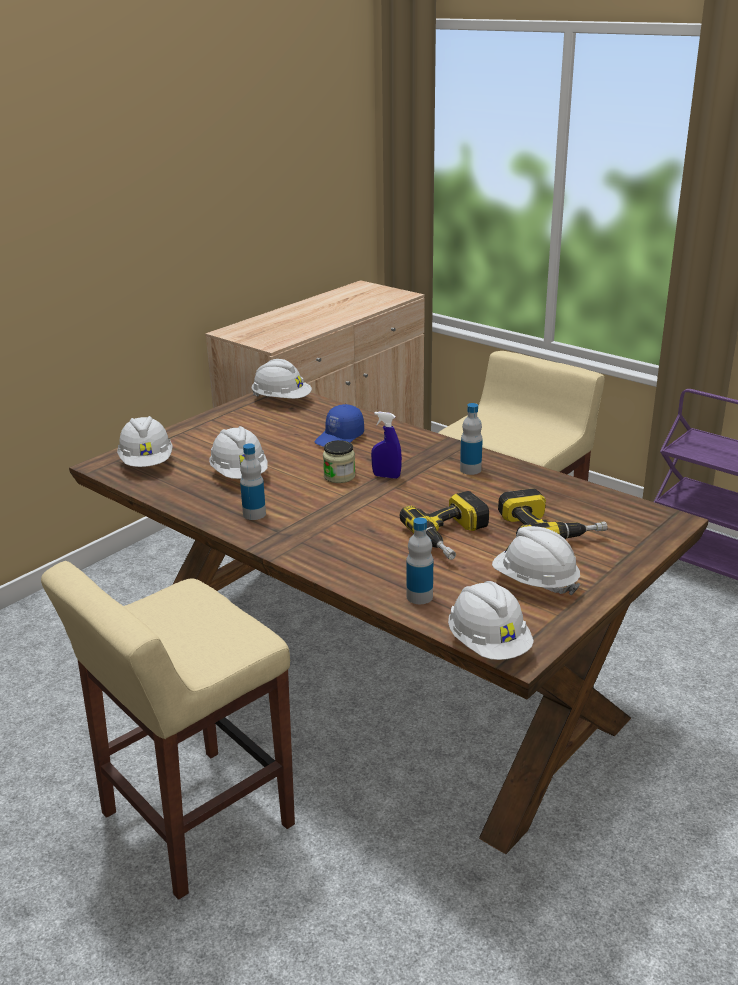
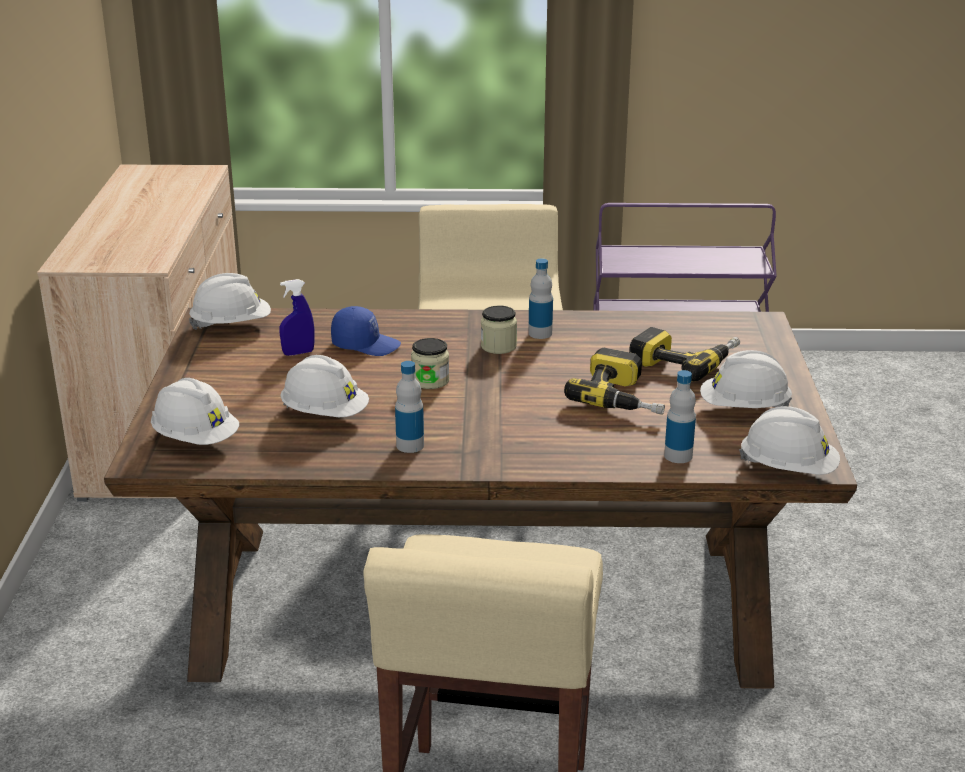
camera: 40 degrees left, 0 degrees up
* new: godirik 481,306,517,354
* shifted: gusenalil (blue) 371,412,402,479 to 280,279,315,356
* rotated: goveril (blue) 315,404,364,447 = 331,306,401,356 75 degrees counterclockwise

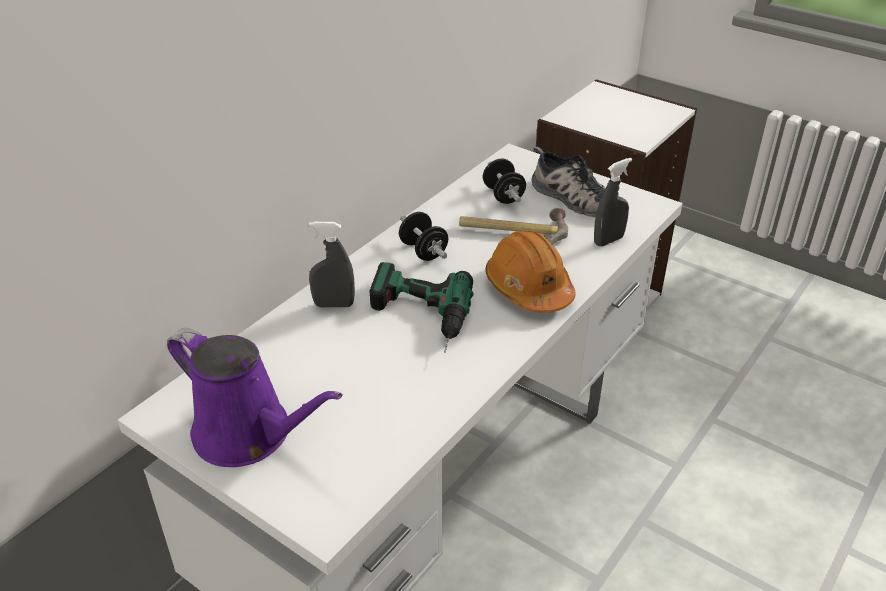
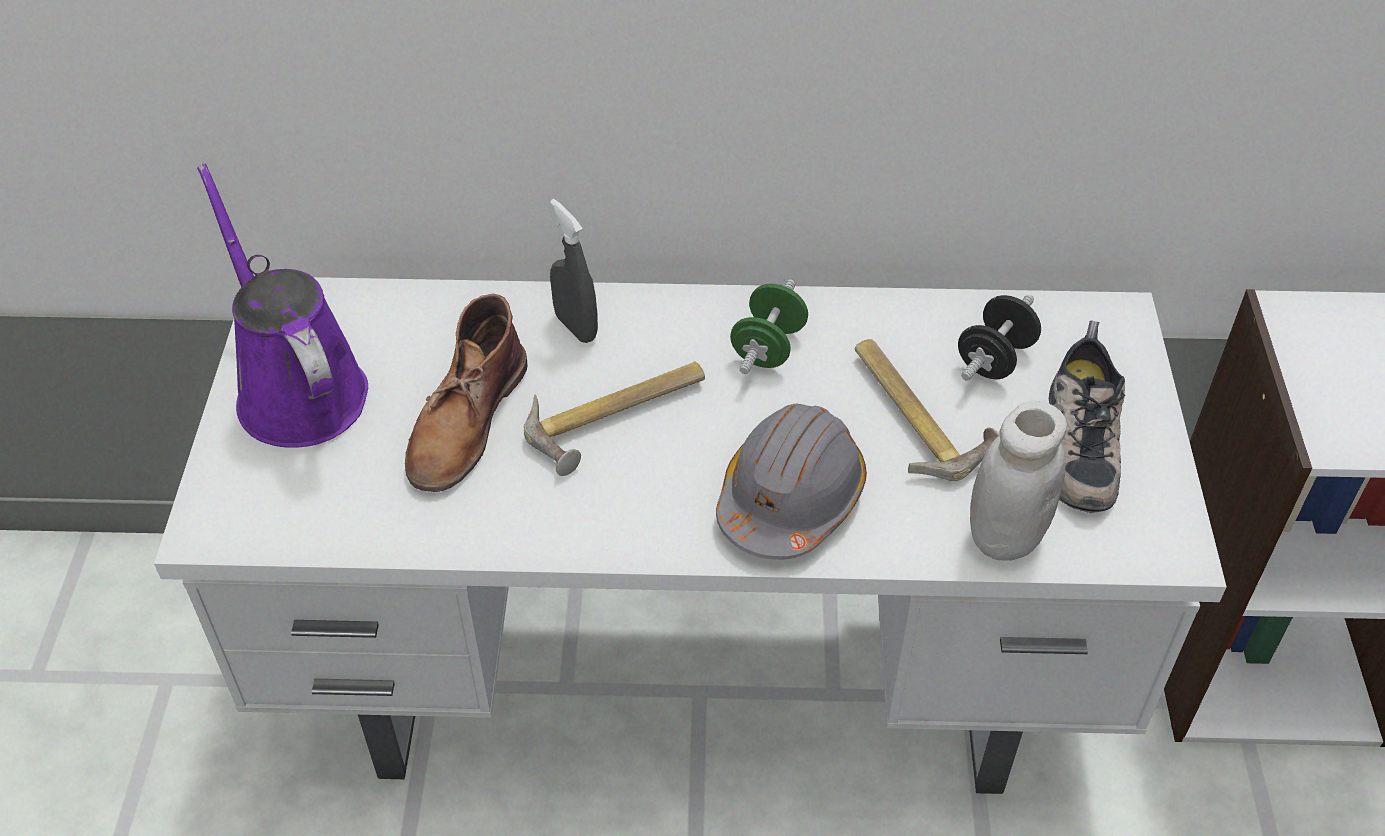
camera: 55 degrees right, 10 degrees up
* new: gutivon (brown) 405,294,528,492
* swapped: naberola 369,262,474,353 to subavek 524,361,705,476
* swapped: gusenalil (grey) 594,158,632,246 to godirik (white) 970,400,1067,561
* repainted: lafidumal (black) 399,212,448,261 to lafidumal (green) 730,279,808,374
* repainted: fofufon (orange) 486,231,576,313 to fofufon (grey) 716,404,867,560
* rotated: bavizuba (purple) 167,328,343,467 = 197,164,368,448 150 degrees clockwise

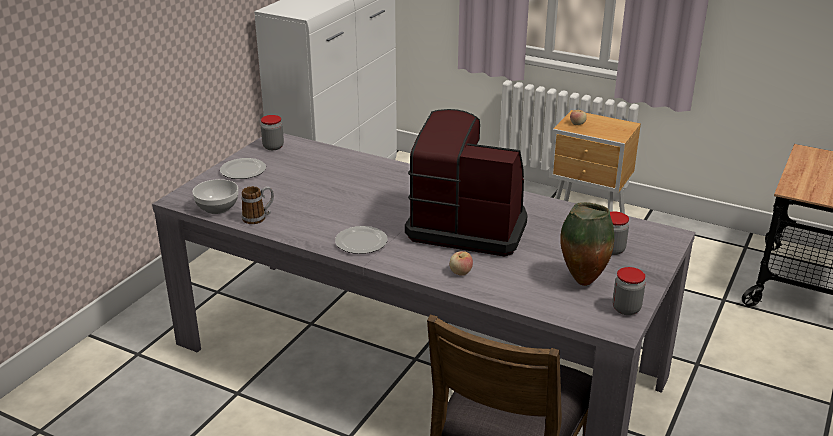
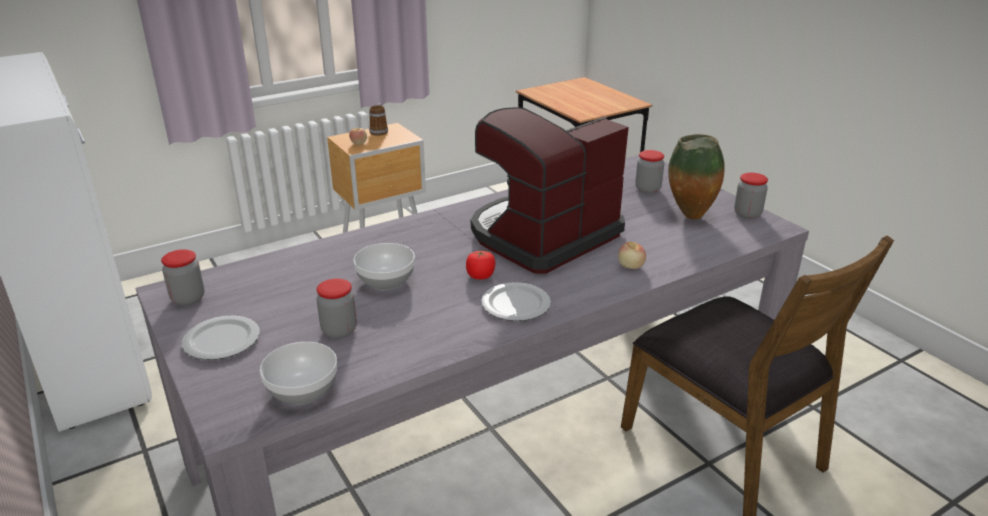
camera: 60 degrees left, 0 degrees up
* new: godirik 316,278,357,338
* new: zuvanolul 354,243,415,290
* new: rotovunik 466,250,495,280
* shifted: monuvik 241,186,274,224 to 369,103,388,136

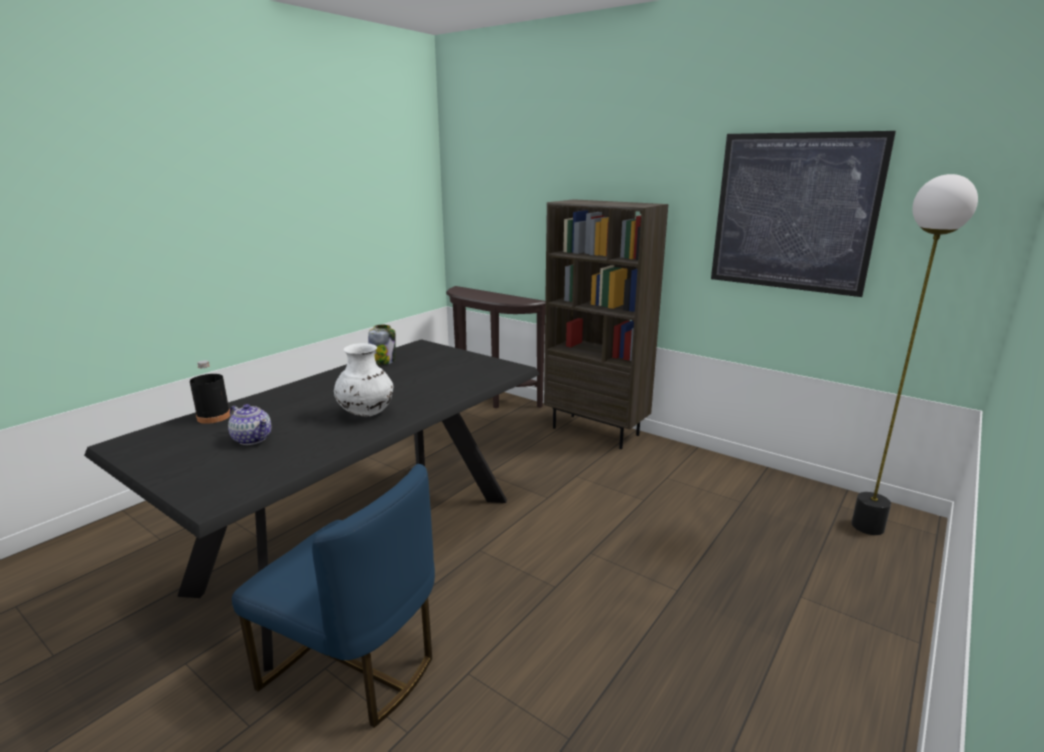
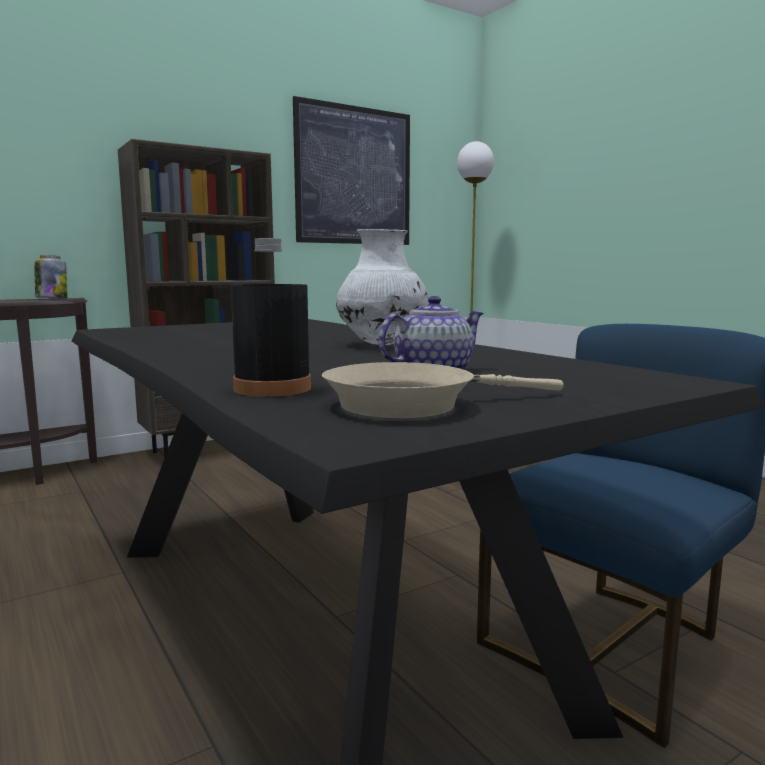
camera: 70 degrees left, 10 degrees down
* new: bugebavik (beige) 322,362,564,418
* shifted: godirik 368,325,396,365 to 34,255,67,298

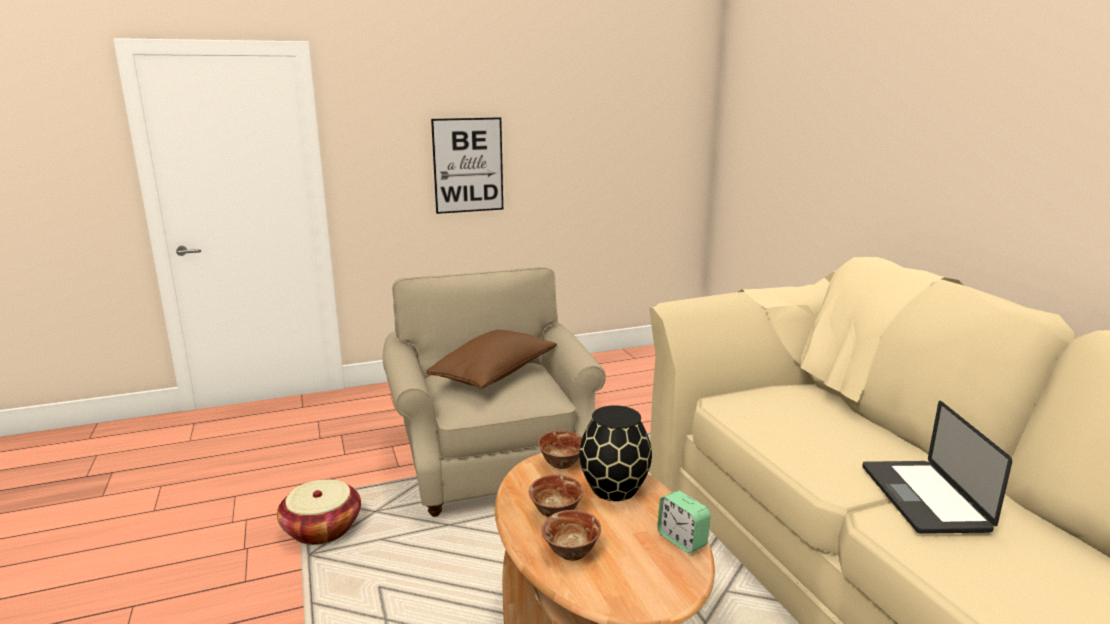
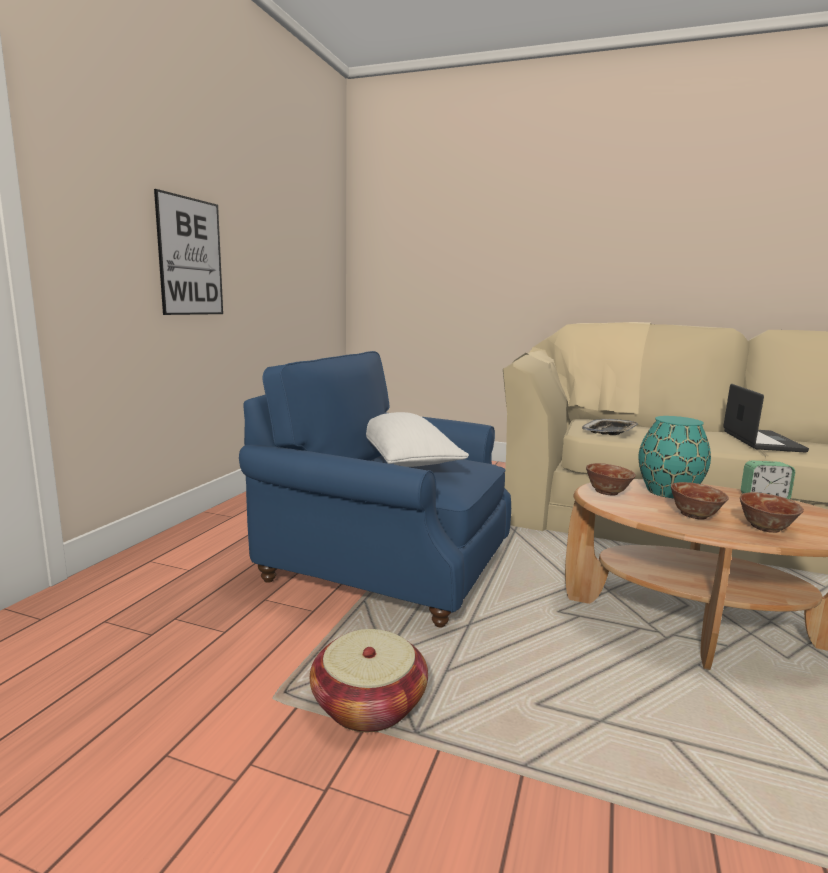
camera: 50 degrees left, 5 degrees down
* new: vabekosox 582,419,639,435
* repainted: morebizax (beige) 383,267,606,517 to morebizax (blue) 239,351,511,627
* repainted: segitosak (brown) 426,330,557,389 to segitosak (white) 366,412,469,467
* repainted: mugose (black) 579,405,652,501 to mugose (turquoise) 638,416,711,498
* rotated: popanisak 862,401,1012,534 = 723,384,809,452 120 degrees counterclockwise

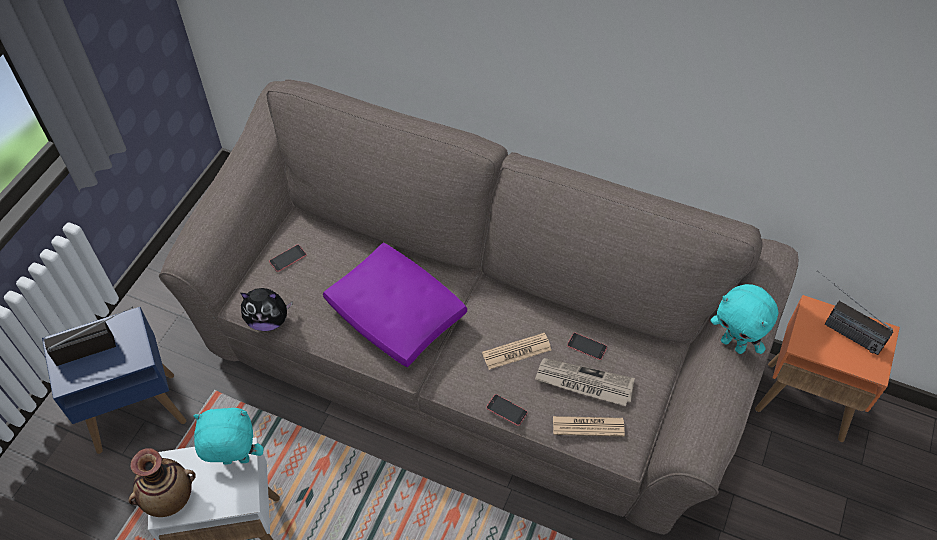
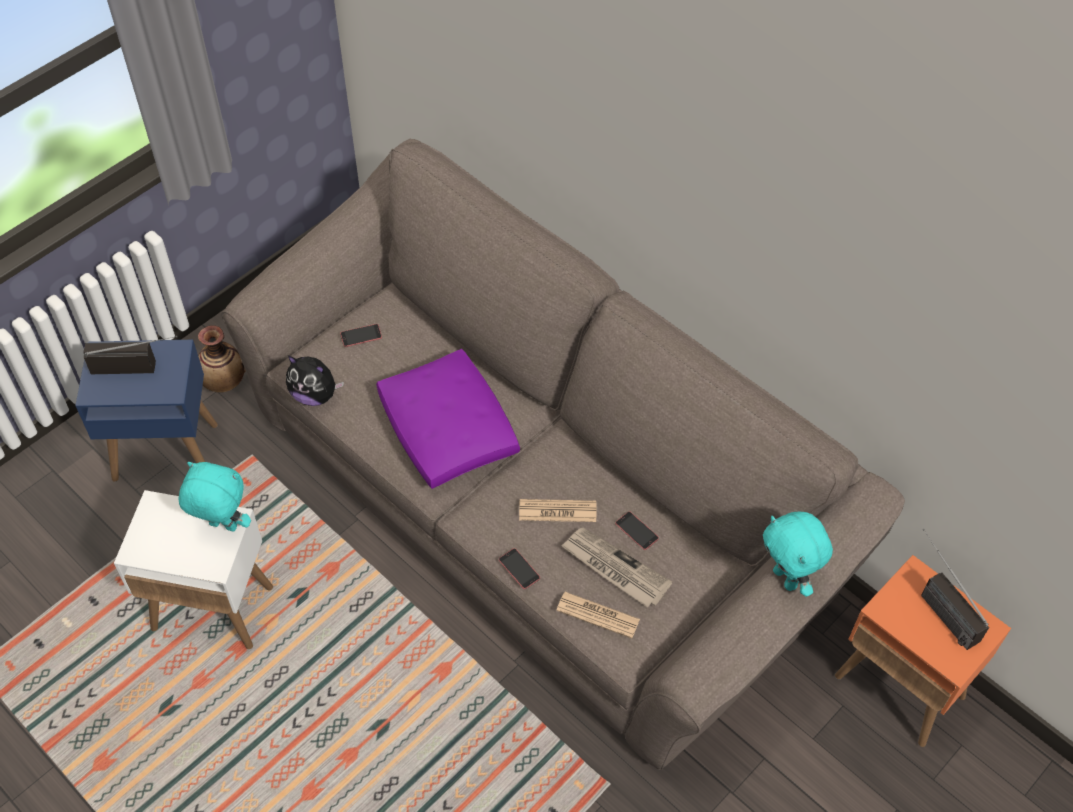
camera: 20 degrees right, 0 degrees up
* shifted: mugose 128,448,196,517 to 198,325,246,393

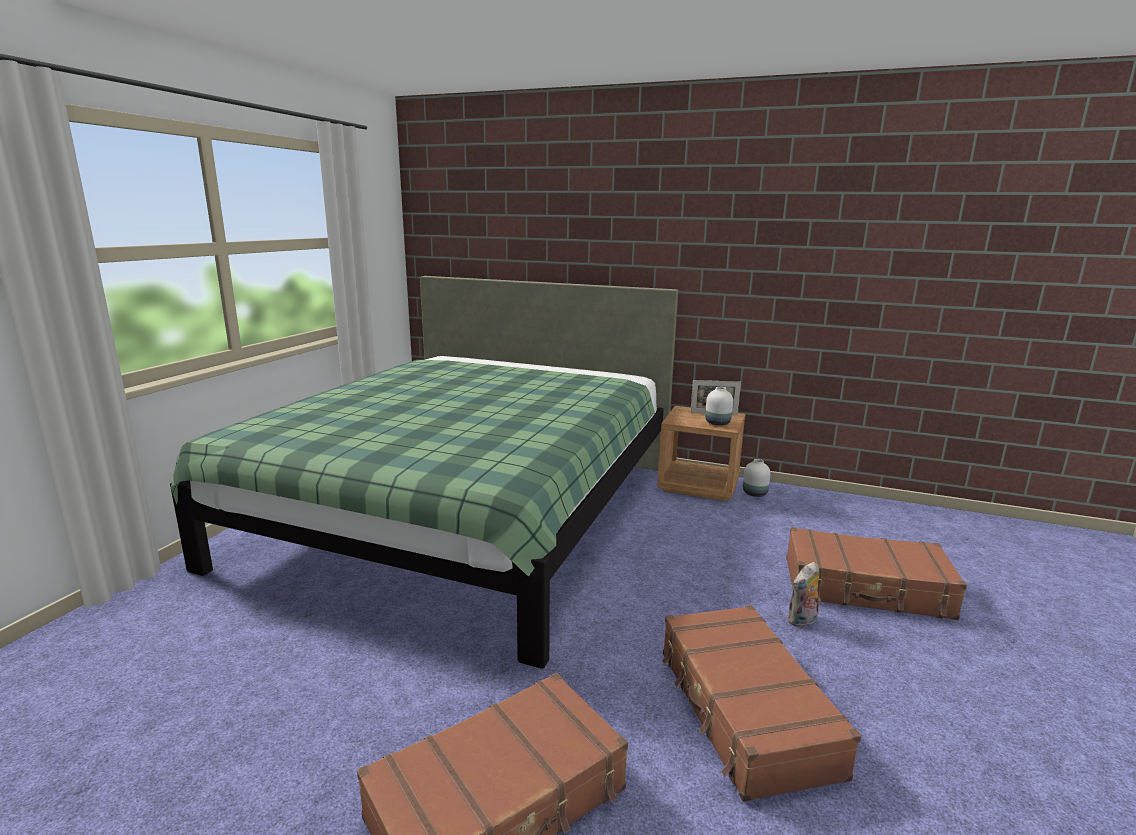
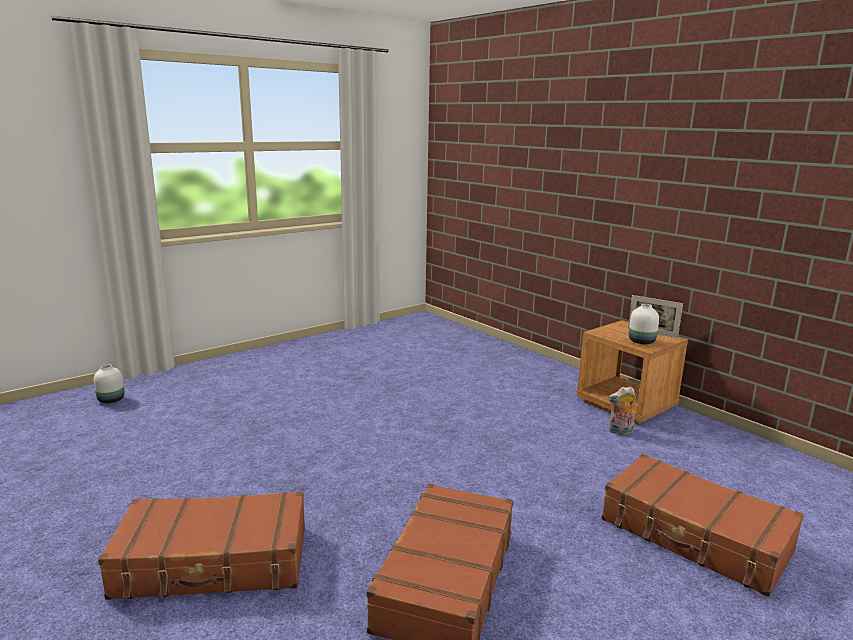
camera: 30 degrees right, 0 degrees up
* gone: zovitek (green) 170,276,678,669
* shifted: mugose (white) 743,459,771,497 to 94,364,125,403
* shifted: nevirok 787,562,821,627 to 608,386,636,435

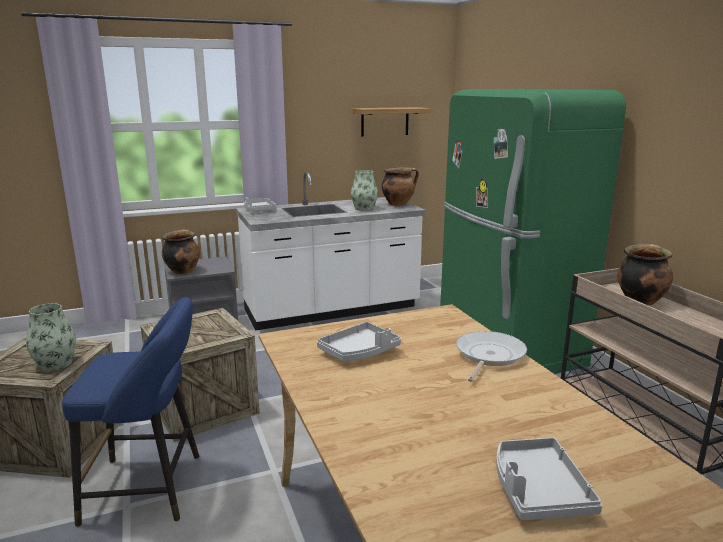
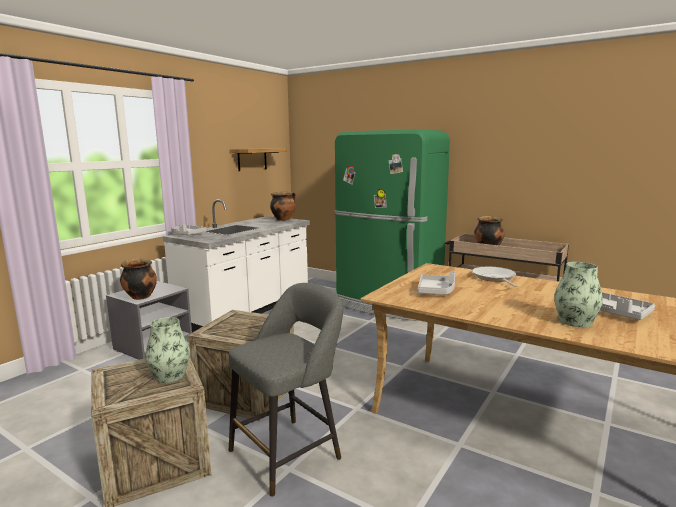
camera: 35 degrees left, 5 degrees down
* shifted: mugose 351,170,378,211 to 554,262,603,327
* repainted: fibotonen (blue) 62,297,199,527 to fibotonen (grey) 229,283,343,497

